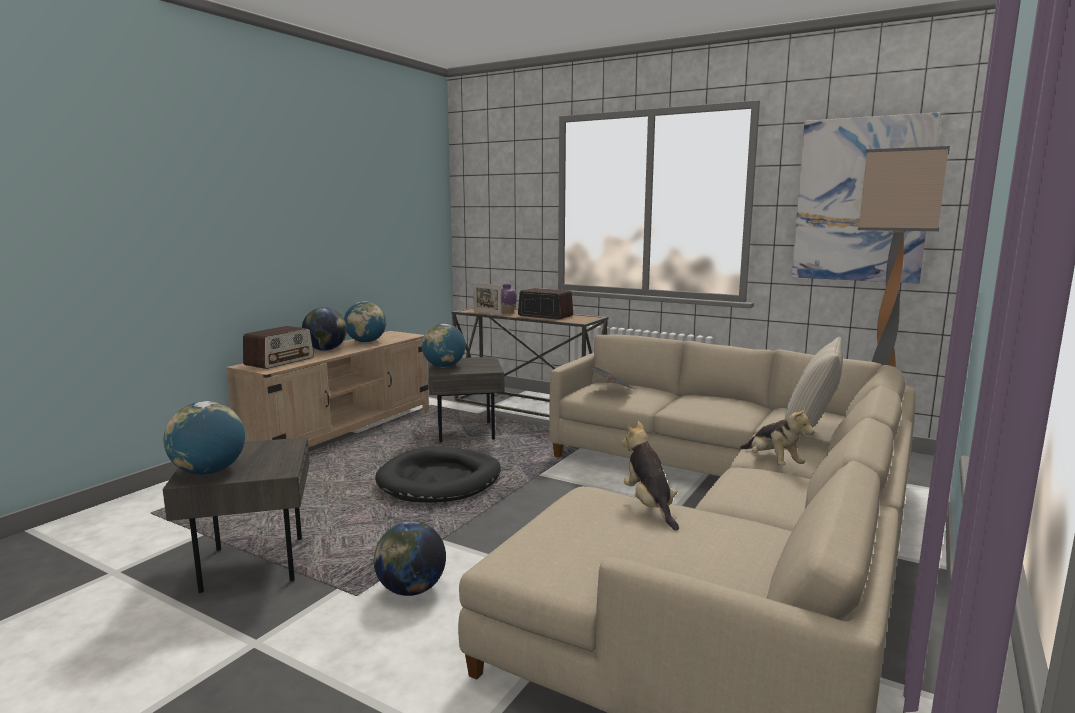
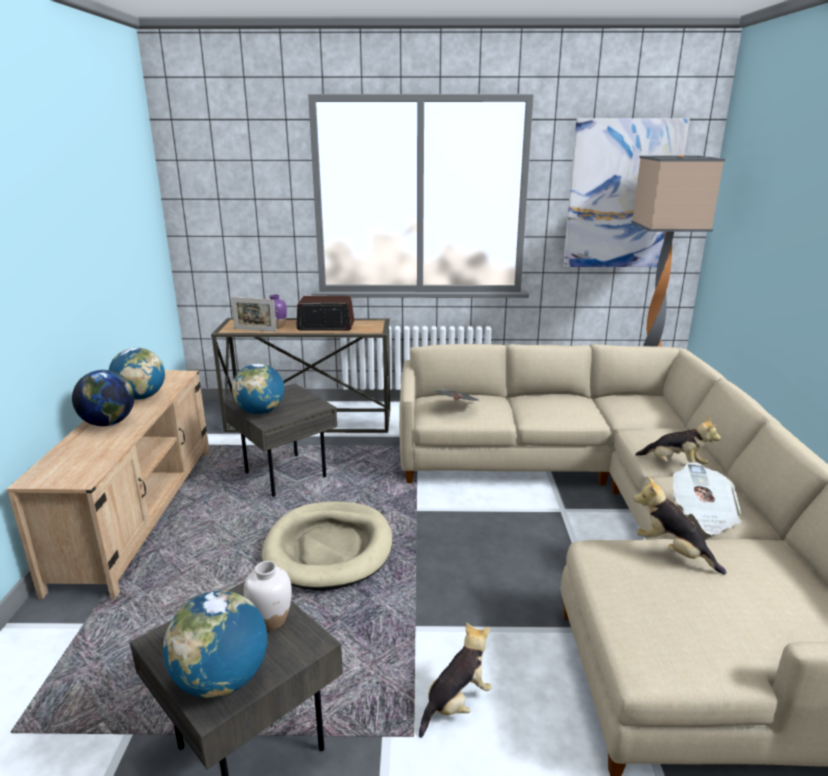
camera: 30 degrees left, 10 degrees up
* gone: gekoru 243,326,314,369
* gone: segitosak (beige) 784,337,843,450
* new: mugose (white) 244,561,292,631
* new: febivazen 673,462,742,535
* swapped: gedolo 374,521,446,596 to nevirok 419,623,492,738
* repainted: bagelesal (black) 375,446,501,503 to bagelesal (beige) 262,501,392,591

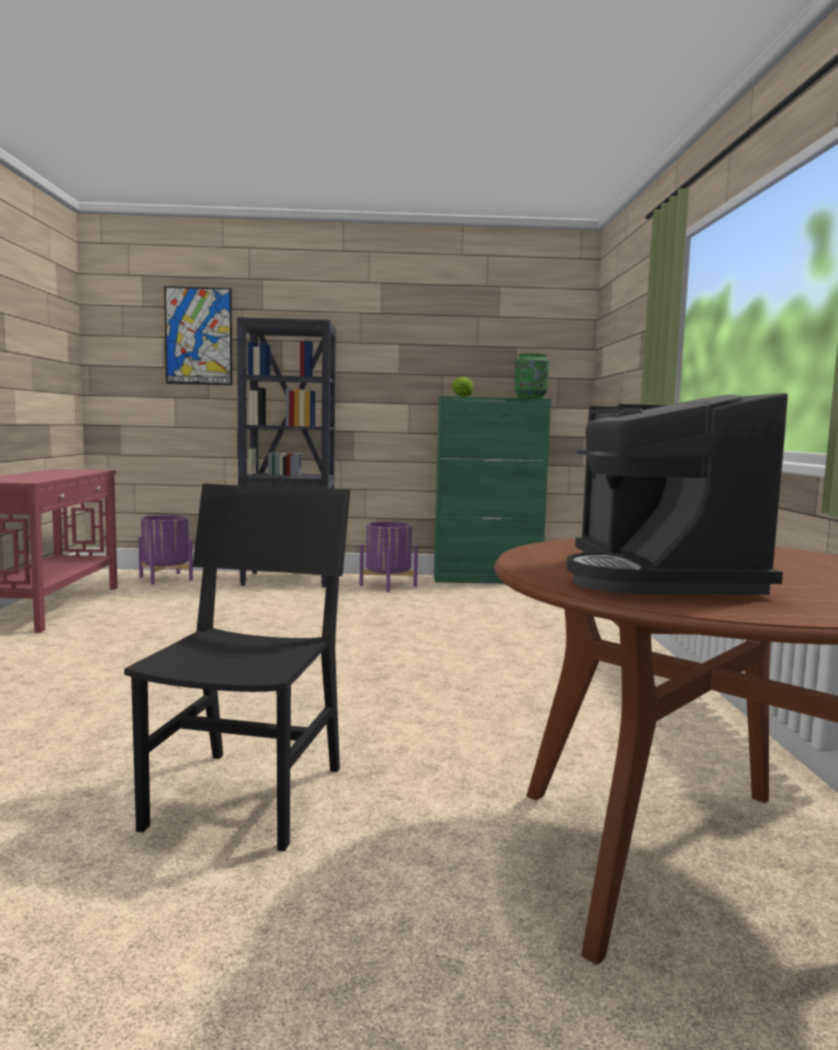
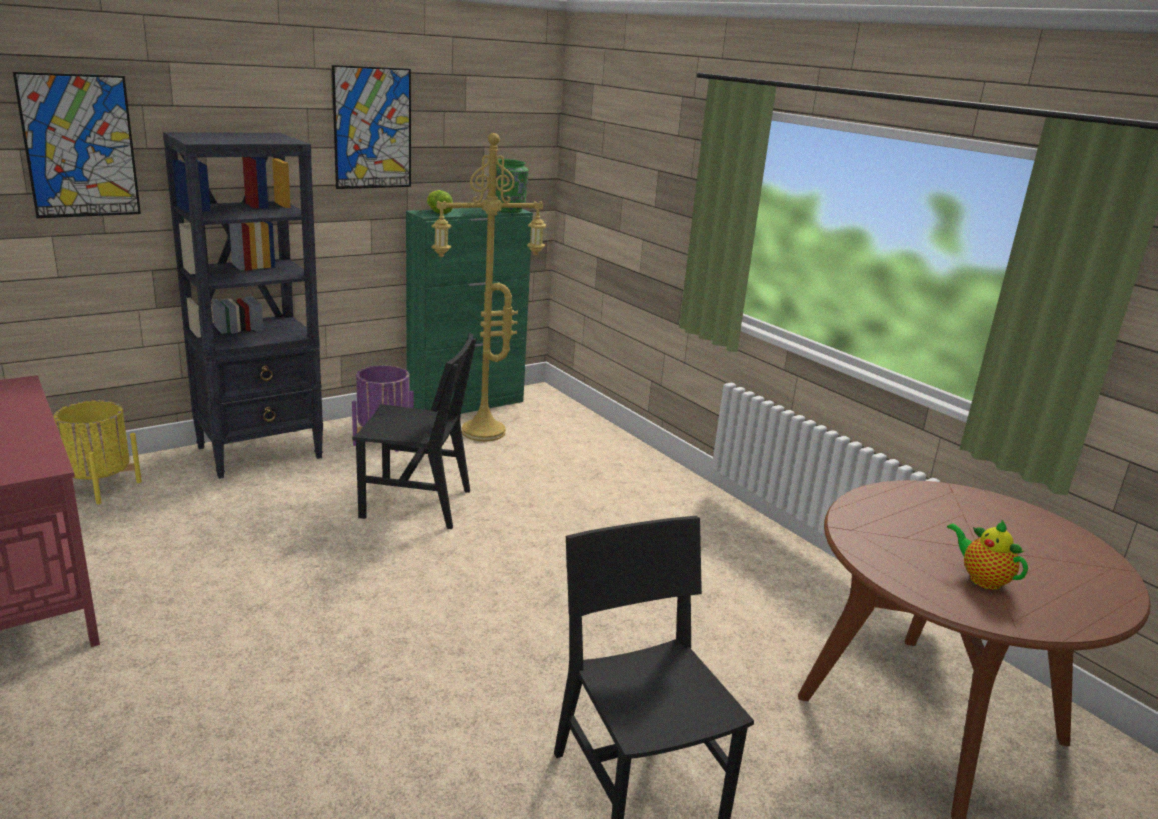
camera: 35 degrees left, 15 degrees up
* new: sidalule 332,65,411,189
* new: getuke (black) 352,333,477,529
* new: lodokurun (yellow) 431,133,546,441
* swapped: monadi 567,393,788,595 to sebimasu 947,520,1028,590
* repainted: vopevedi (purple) 138,515,193,584 to vopevedi (yellow) 54,401,142,504

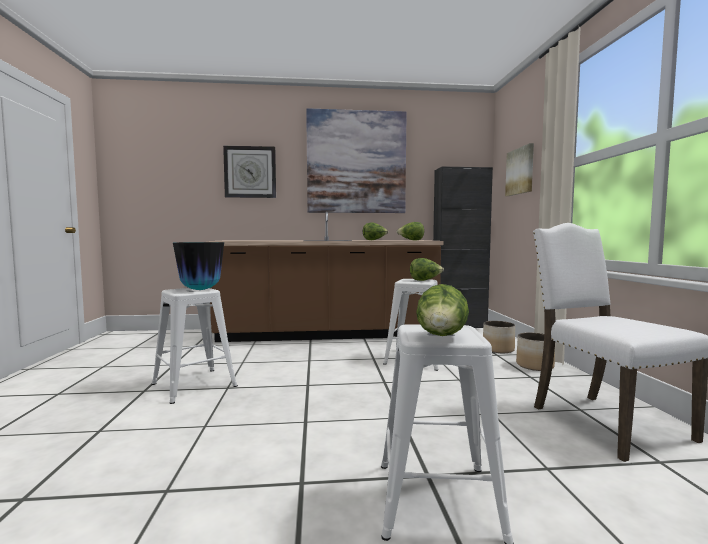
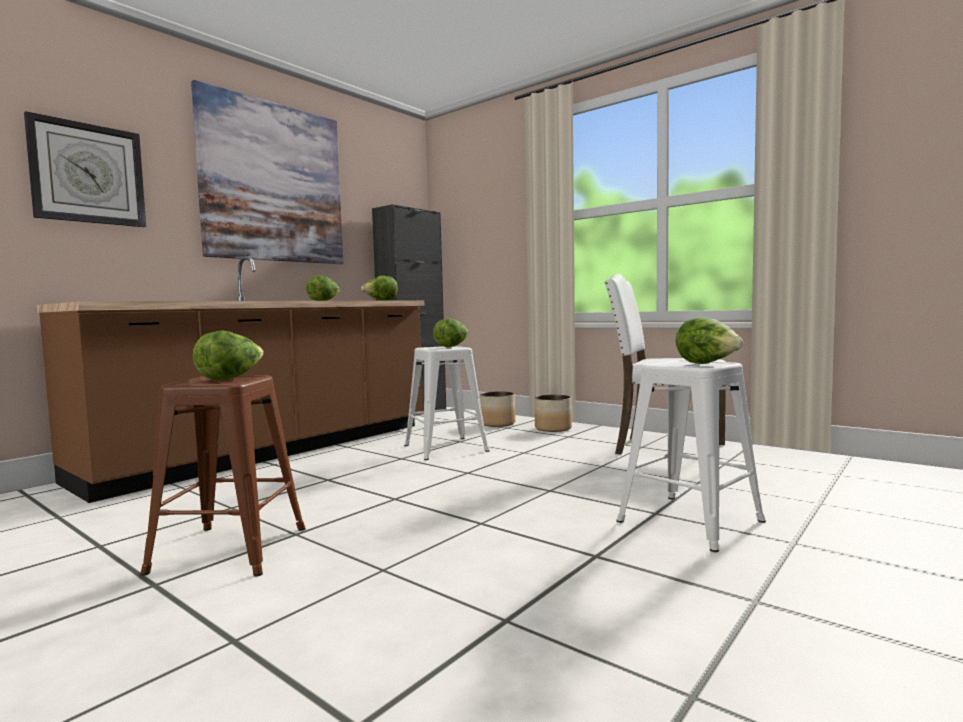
camera: 45 degrees left, 0 degrees up
* gone: sidalule 505,143,534,196
* swapped: mugose 173,242,224,290 to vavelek 193,331,264,380
* repainted: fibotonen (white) 151,288,238,404 to fibotonen (brown) 140,375,306,577

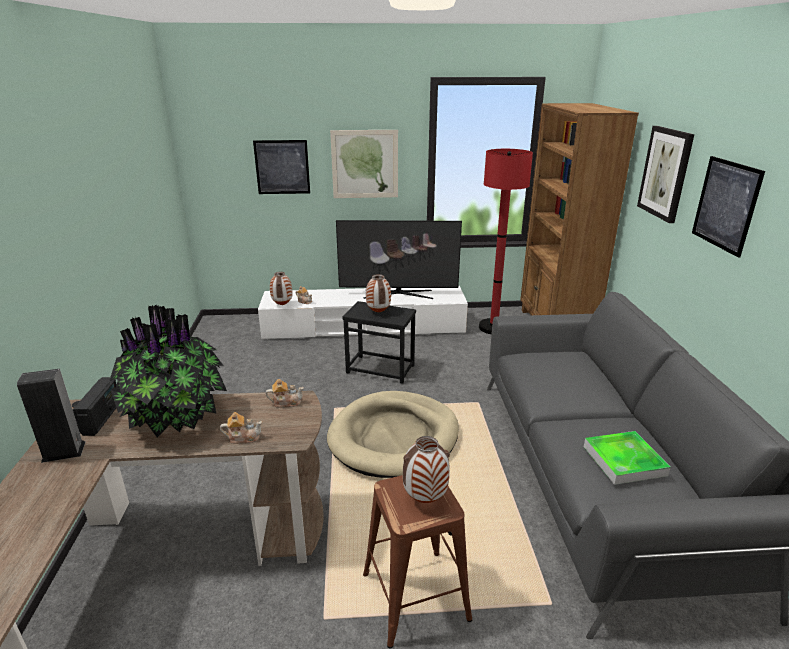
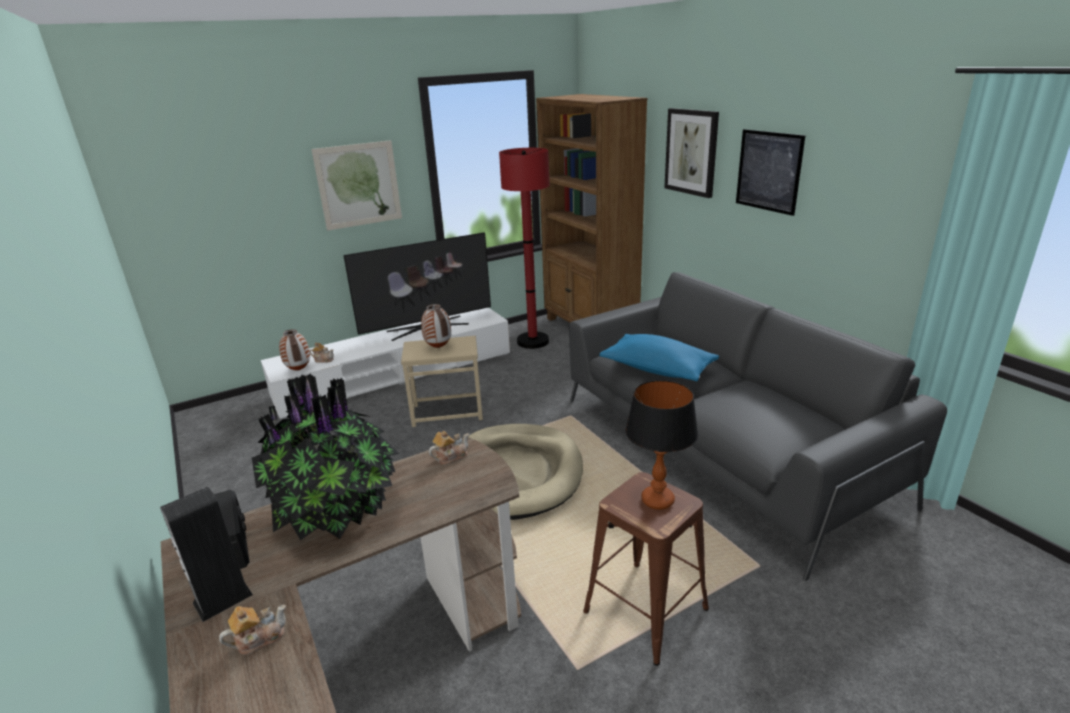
camera: 25 degrees left, 0 degrees up
* gone: sidalule 253,140,310,194
* gone: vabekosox 584,431,671,485
* new: segitosak (blue) 599,334,719,381
* shifted: sebimasu 220,412,262,444 to 219,604,286,655
* swapped: mugose 403,436,450,503 to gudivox 626,380,698,510
* repainted: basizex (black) 342,301,416,384 to basizex (beige) 401,336,483,427

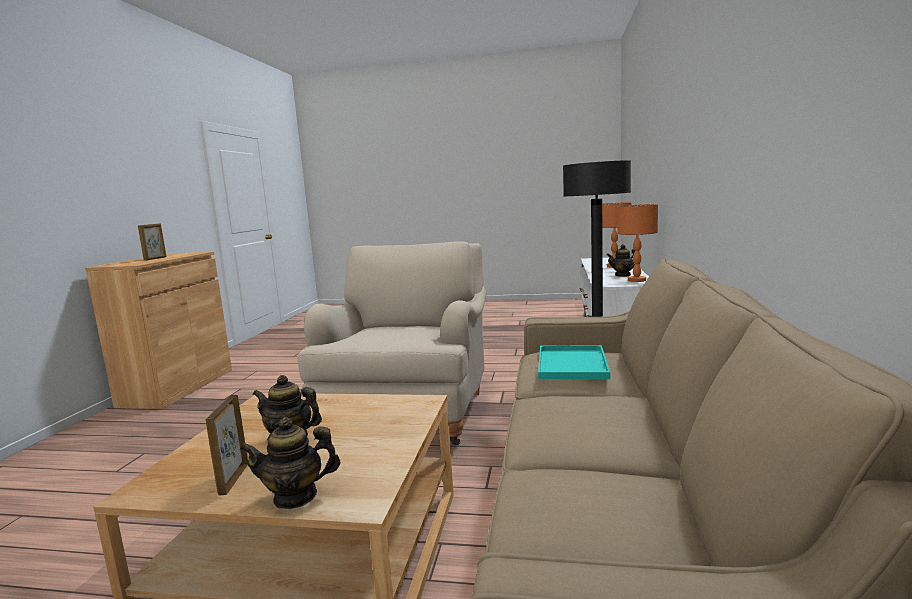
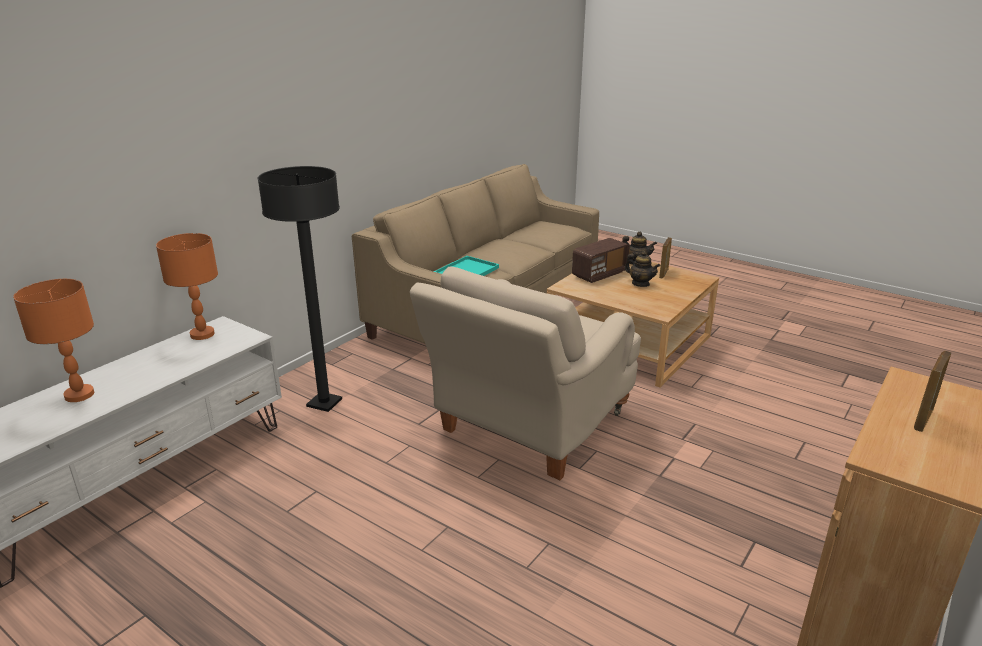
camera: 155 degrees left, 15 degrees up
* gone: sebimasu 607,244,640,277
* new: gekoru 572,238,630,283

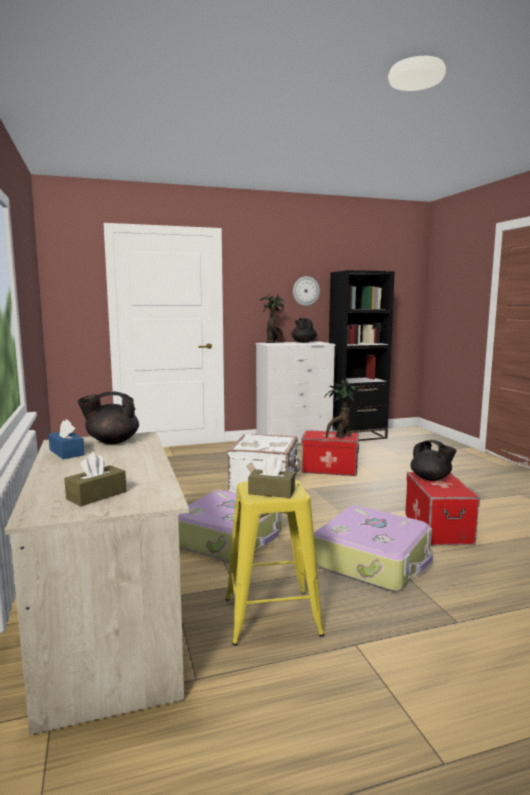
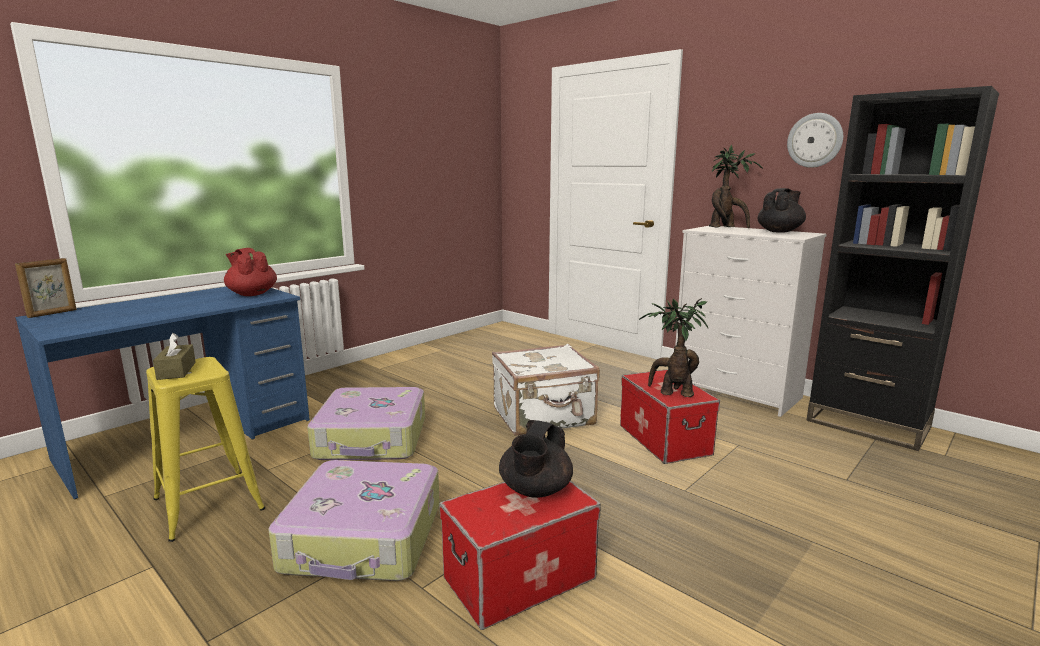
camera: 60 degrees right, 5 degrees up
* gone: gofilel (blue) 48,419,84,459
* gone: gofilel (brown) 64,452,126,506
* new: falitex 15,258,77,318
* repainted: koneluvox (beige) 5,432,189,735 to koneluvox (blue) 15,287,310,499
* repainted: sebimasu (black) 78,392,139,444 to sebimasu (red) 224,248,277,296

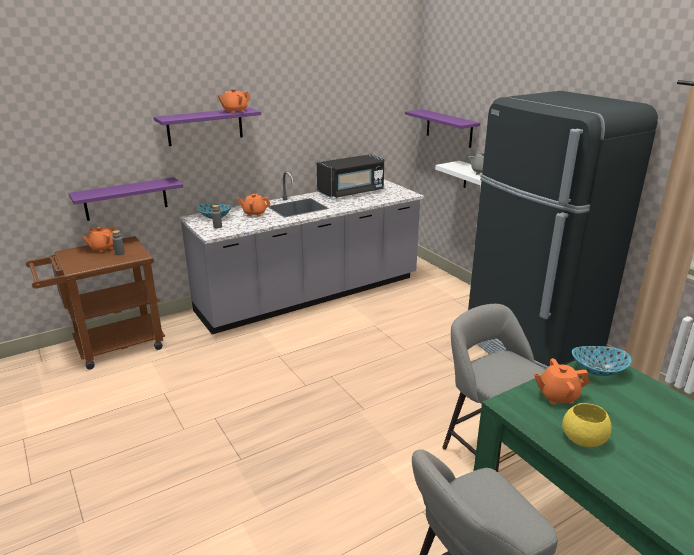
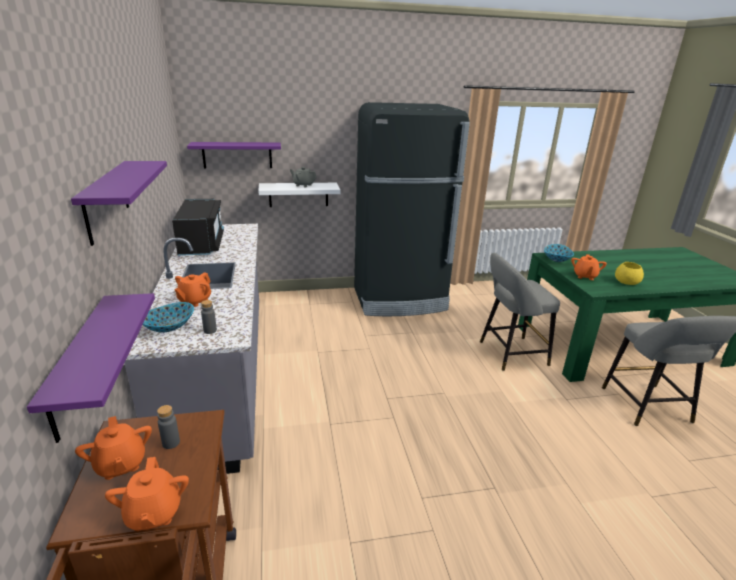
camera: 70 degrees left, 0 degrees up
* shifted: sebimasu (orange) 217,89,250,113 to 105,457,189,531

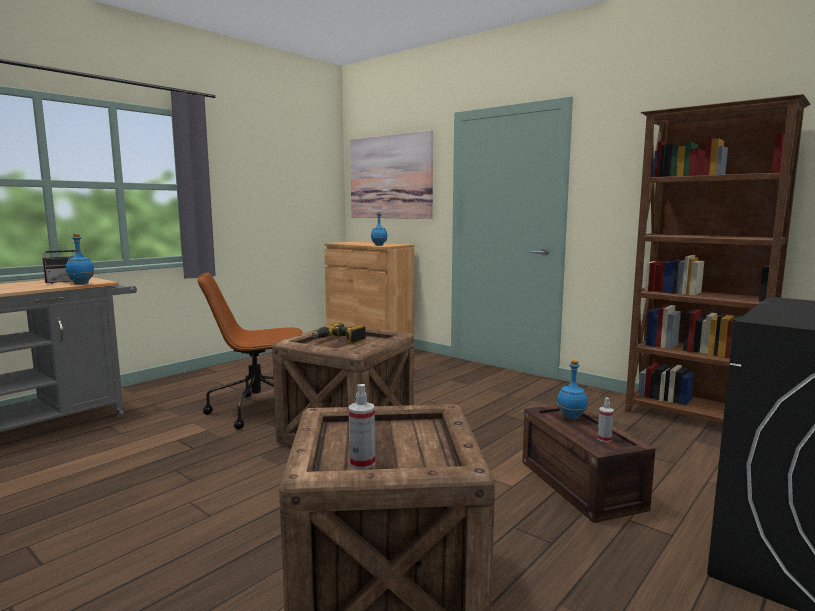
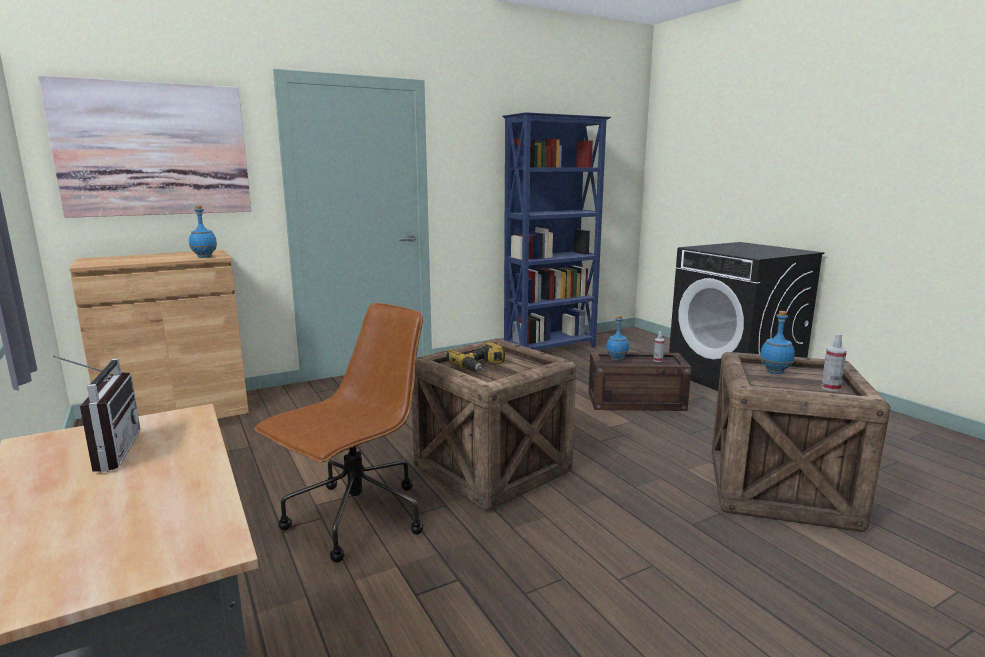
camera: 70 degrees left, 5 degrees up
* shifted: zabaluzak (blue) 66,234,95,284 to 760,311,795,374
* repainted: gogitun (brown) 625,94,810,424 to gogitun (blue) 502,112,611,350
* rotated: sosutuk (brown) 197,272,303,429 = 254,303,423,563 150 degrees counterclockwise

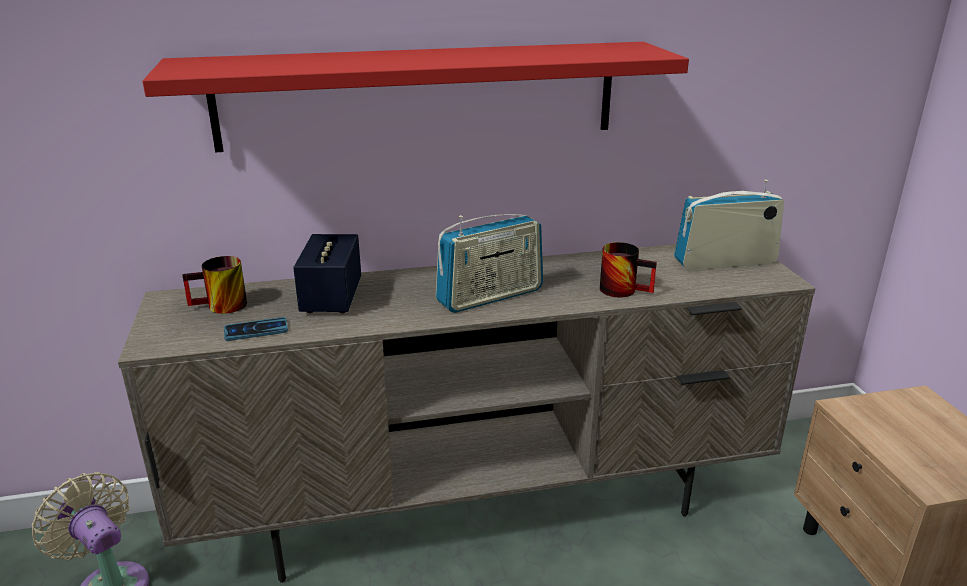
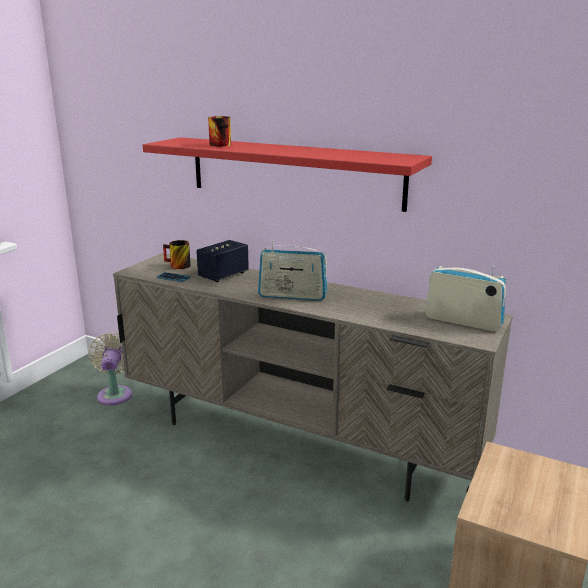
camera: 40 degrees right, 5 degrees down
* shifted: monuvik 600,242,657,297 to 208,116,231,146

